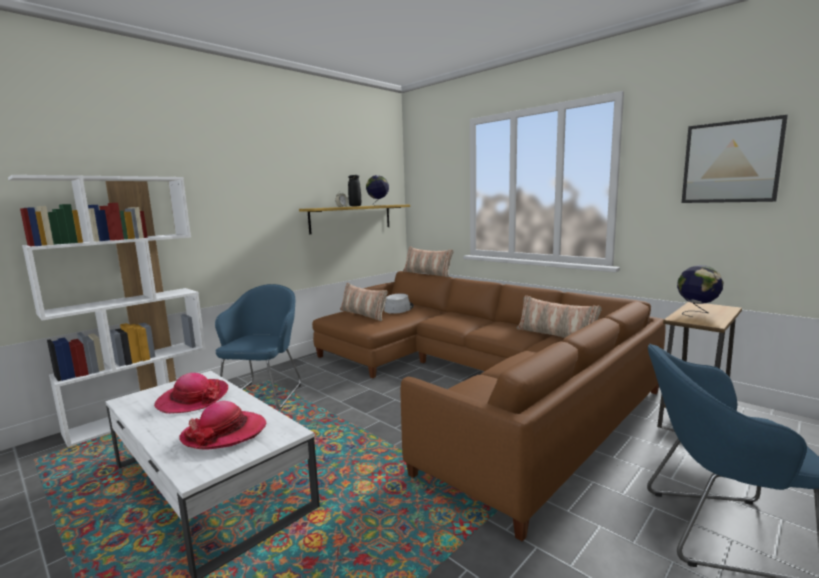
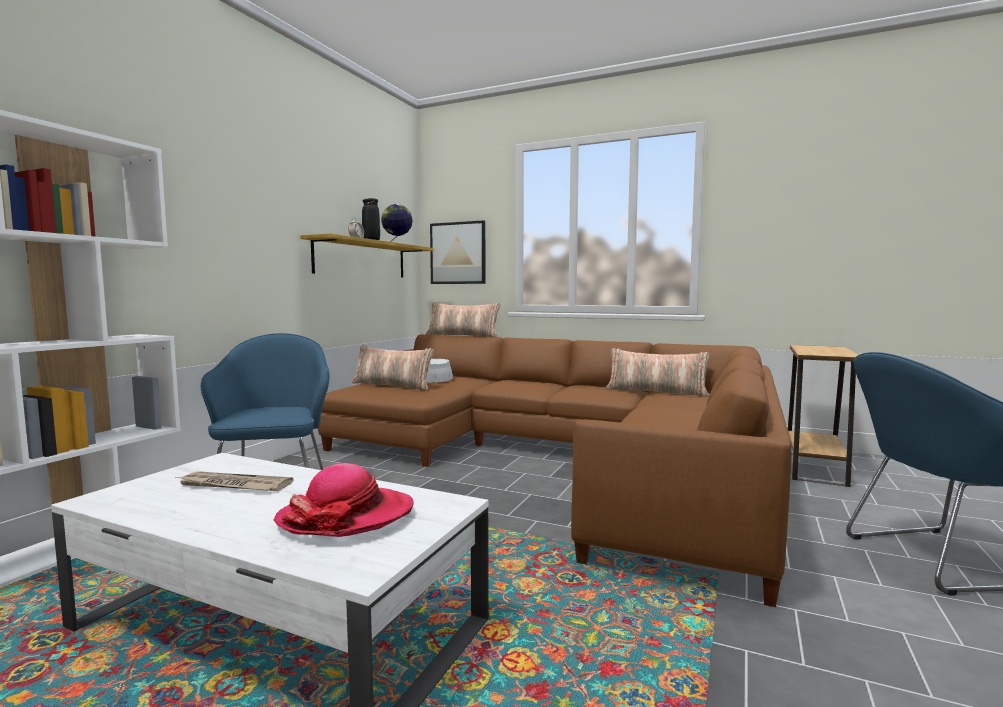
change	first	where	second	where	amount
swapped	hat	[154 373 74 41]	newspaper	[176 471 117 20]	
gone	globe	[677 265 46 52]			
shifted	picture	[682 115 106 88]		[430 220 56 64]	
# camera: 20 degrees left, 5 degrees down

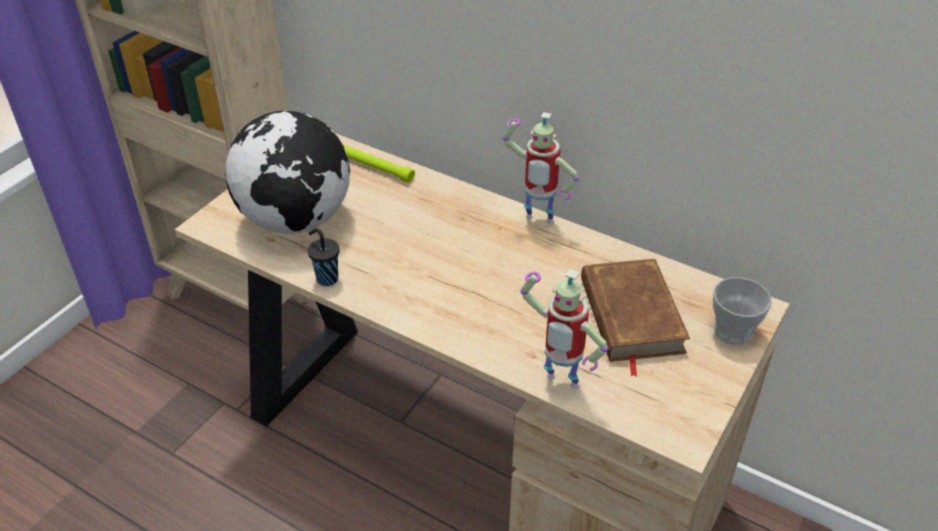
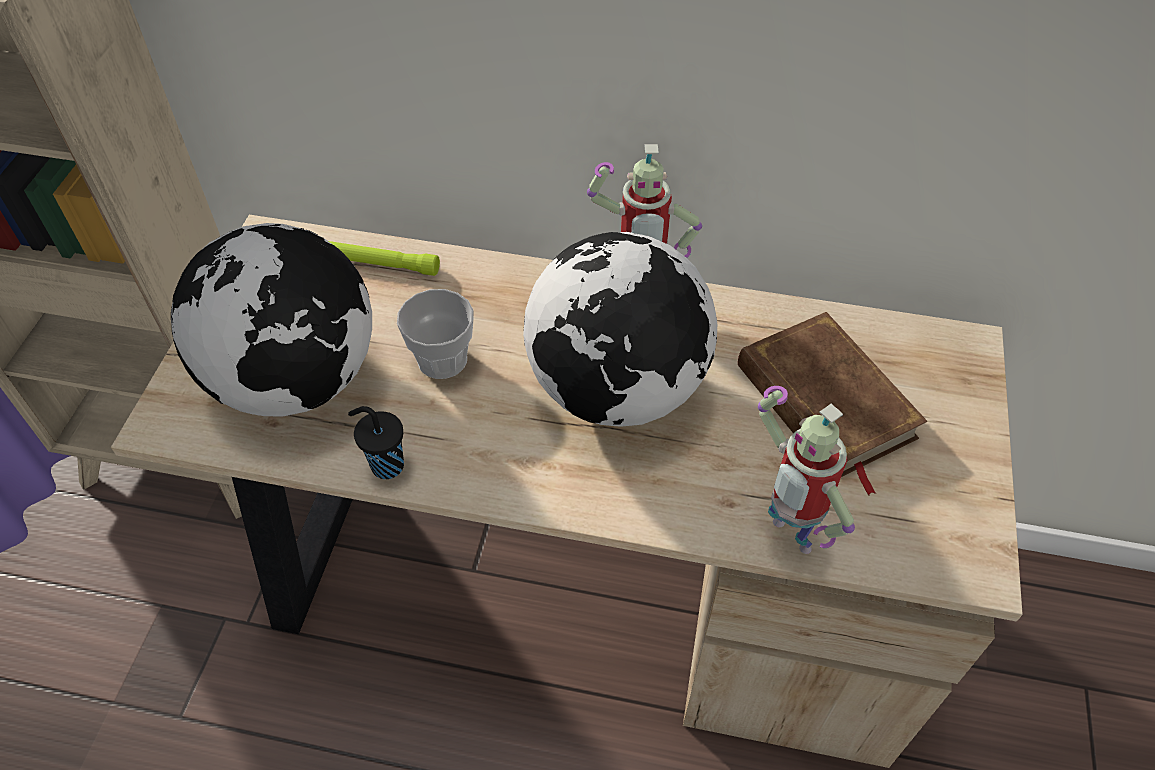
change	first	where	second	where	amount
rotated	toy robot	[520 269 88 120]		[758 386 97 168]	45 degrees clockwise
shifted	cup	[713 277 59 68]		[397 289 77 90]	
new			globe	[523 232 194 194]	
# camera: 20 degrees left, 10 degrees up

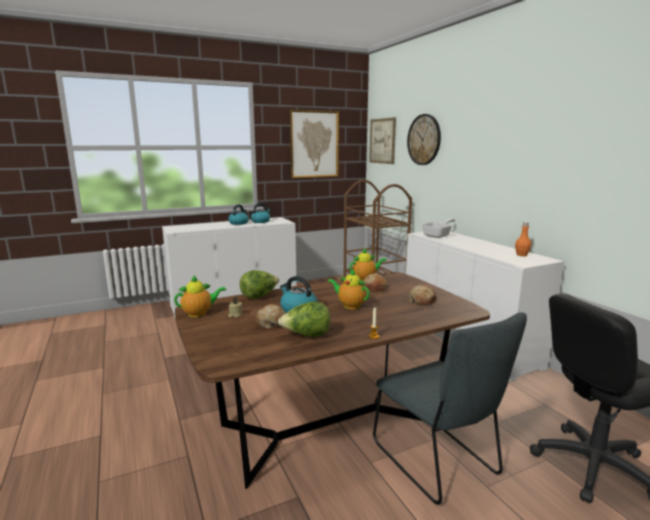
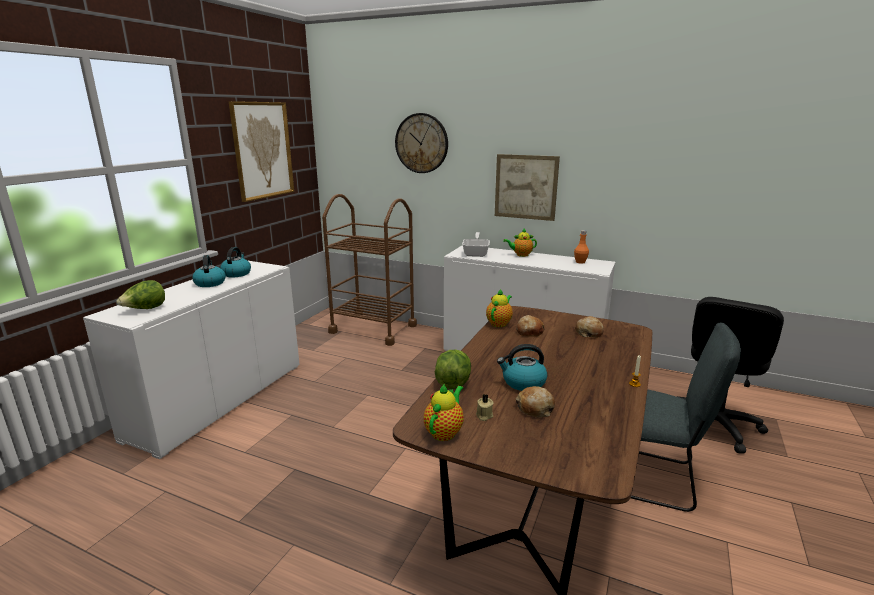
change	first	where	second	where	amount
shifted	lettuce	[278 302 52 35]		[116 280 49 29]	
shifted	teapot	[328 269 42 40]		[503 229 34 28]	
shifted	picture	[369 117 27 47]		[495 154 65 67]	
# camera: 40 degrees left, 5 degrees up

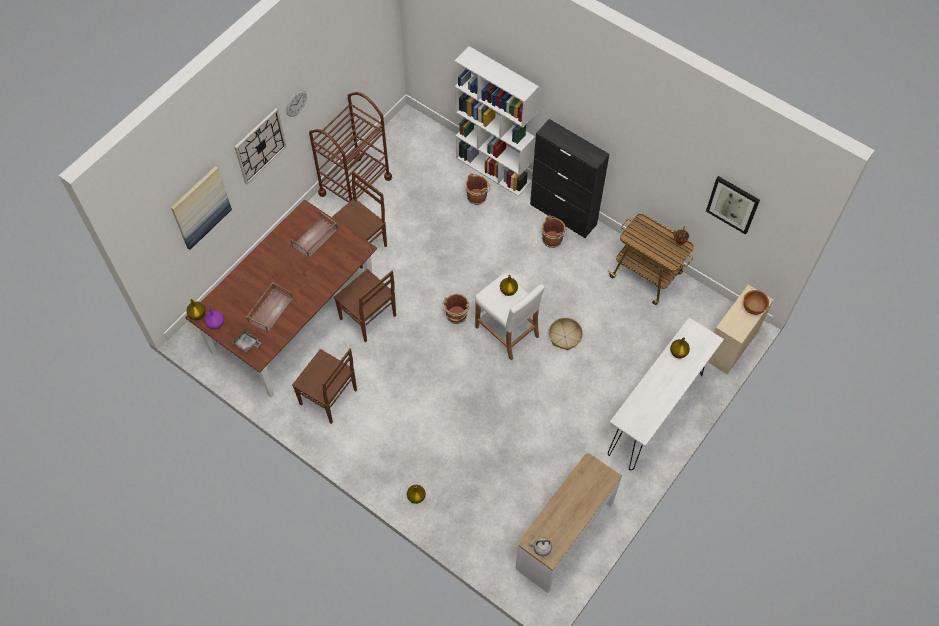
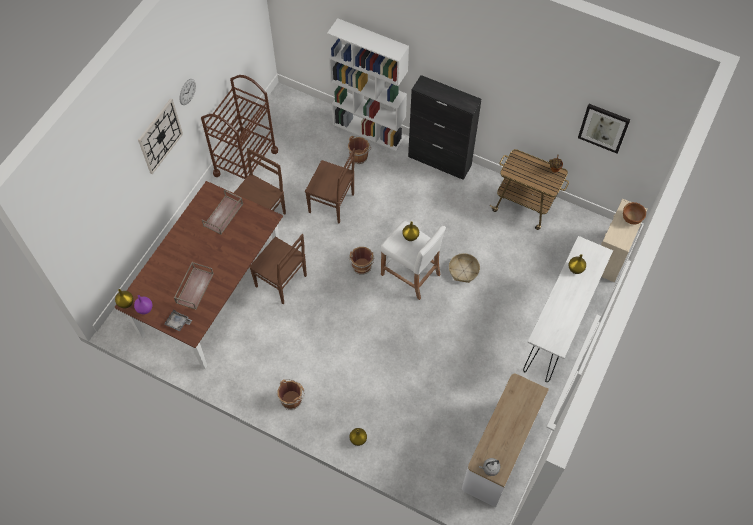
change	first	where	second	where	amount
gone	picture	[171 166 61 84]			
shifted	chair/brown	[292 348 65 76]		[305 148 50 75]	
shifted	bucket/brown	[541 215 26 33]		[277 379 28 31]	
# camera: 10 degrees left, 0 degrees up

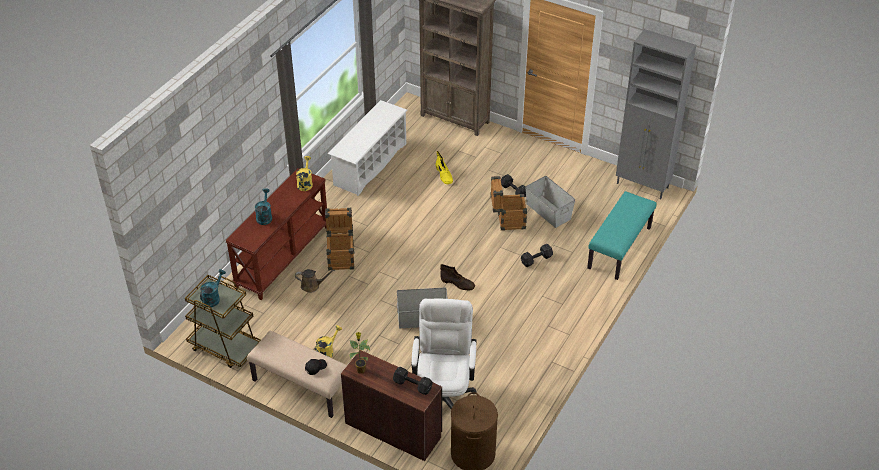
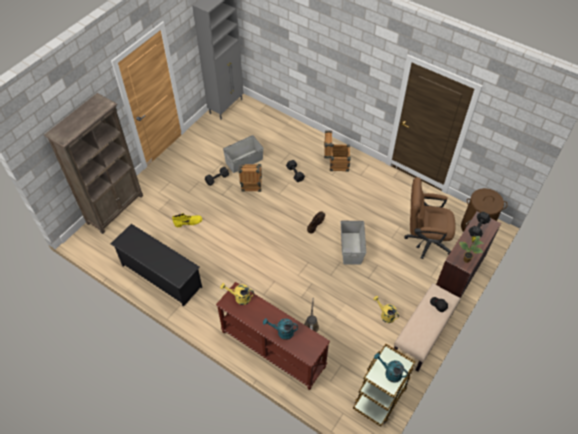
change	first	where	second	where	amount
shifted	crate	[325 208 30 62]		[324 130 27 42]	
repainted	shoe rack/white	[328 100 79 96]	shoe rack/black	[111 224 91 83]	
repainted	office chair/white	[412 299 65 110]	office chair/brown	[404 177 52 82]	
gone	bench/turquoise	[587 191 69 89]			
# camera: 85 degrees left, 10 degrees up

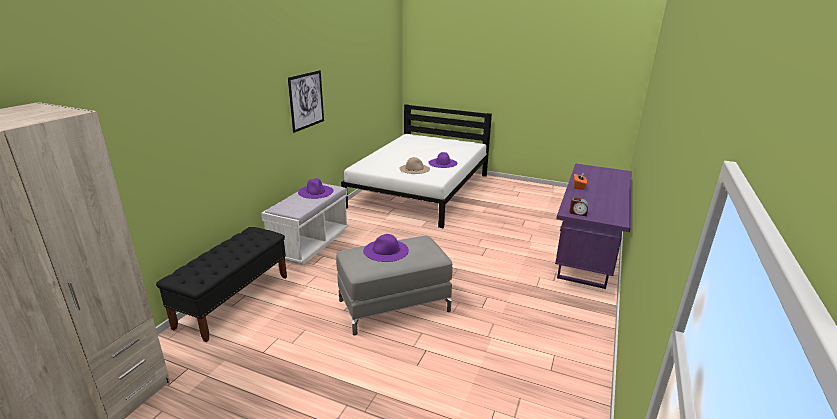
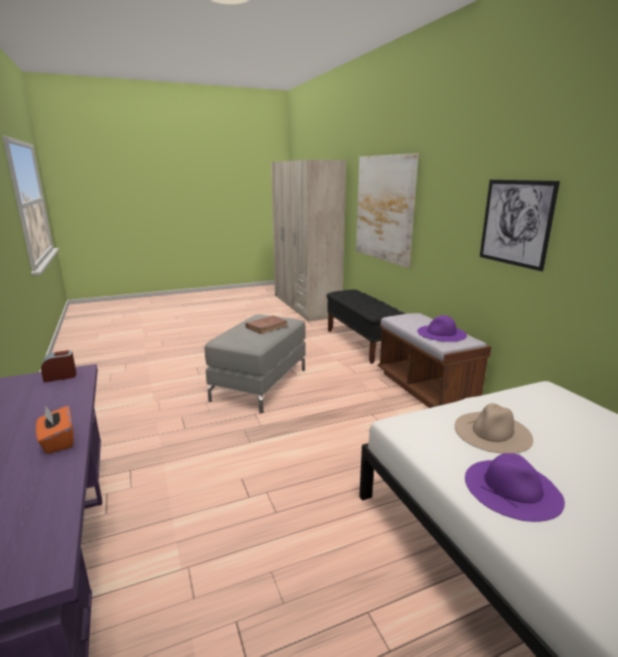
change	first	where	second	where	amount
repainted	bench/white	[261 183 88 82]	bench/brown	[378 313 113 95]	
swapped	hat/purple	[363 234 46 28]	book/brown	[245 316 44 18]	
new			picture	[356 153 63 115]	
# camera: 135 degrees right, 5 degrees down

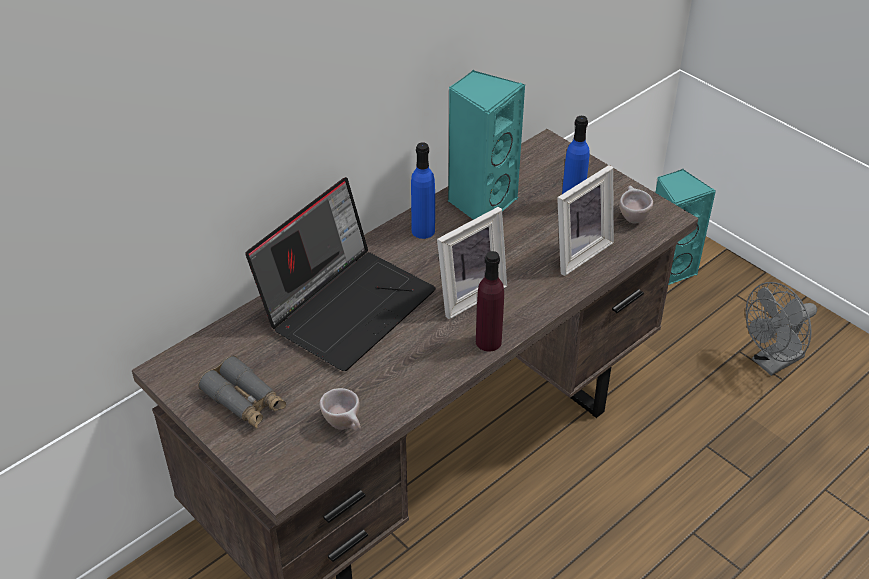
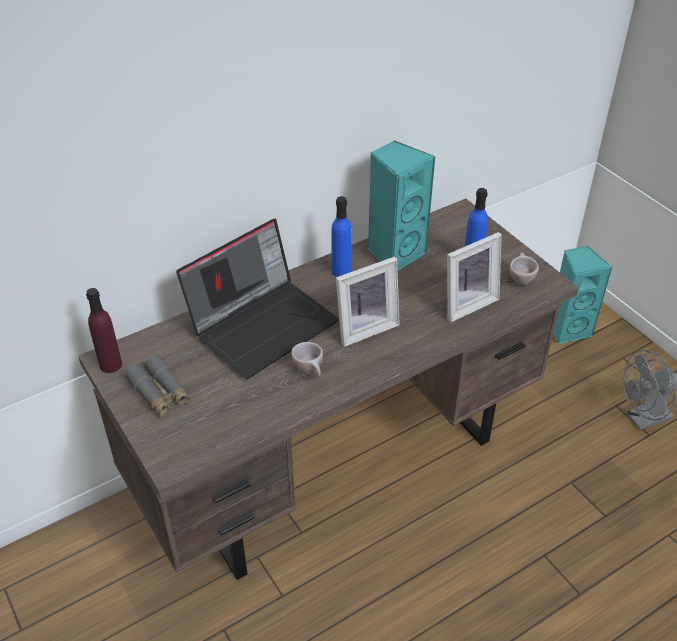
change	first	where	second	where	amount
shifted	cup/beige	[320 388 41 43]		[291 342 32 34]	
shifted	bottle/purple	[476 251 28 101]		[86 288 36 85]	
# camera: 10 degrees right, 0 degrees up

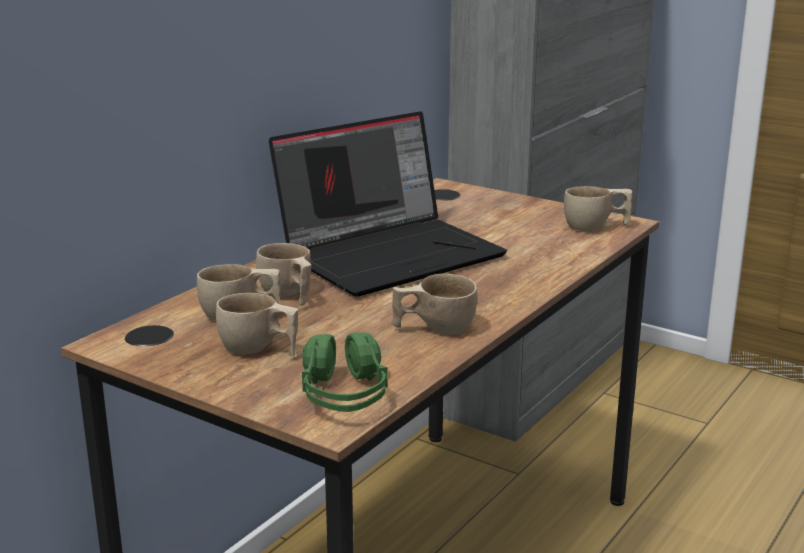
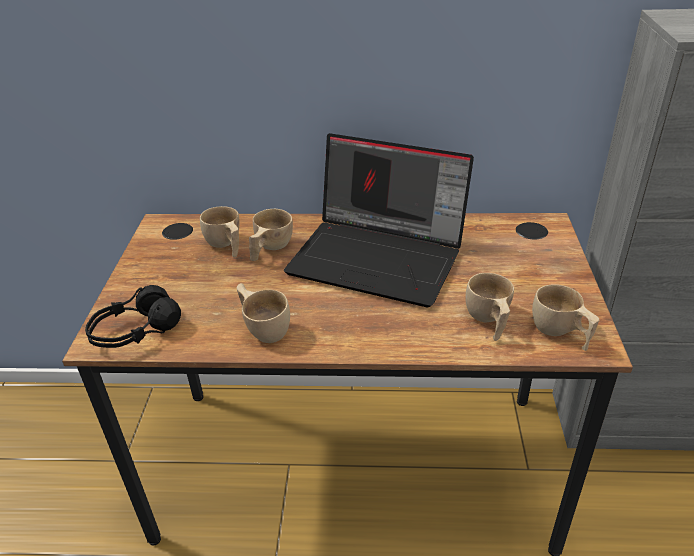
change	first	where	second	where	amount
shifted	cup/beige	[216 293 82 63]		[465 273 49 68]	
repainted	headphones/green	[302 332 85 80]	headphones/black	[85 285 96 63]	
# camera: 60 degrees right, 15 degrees up

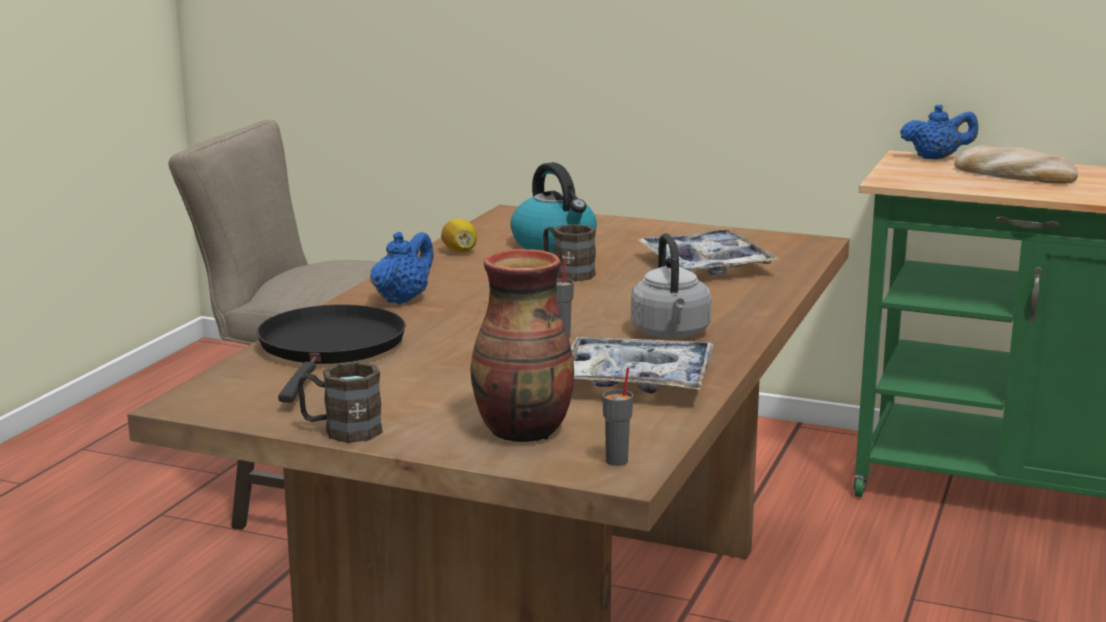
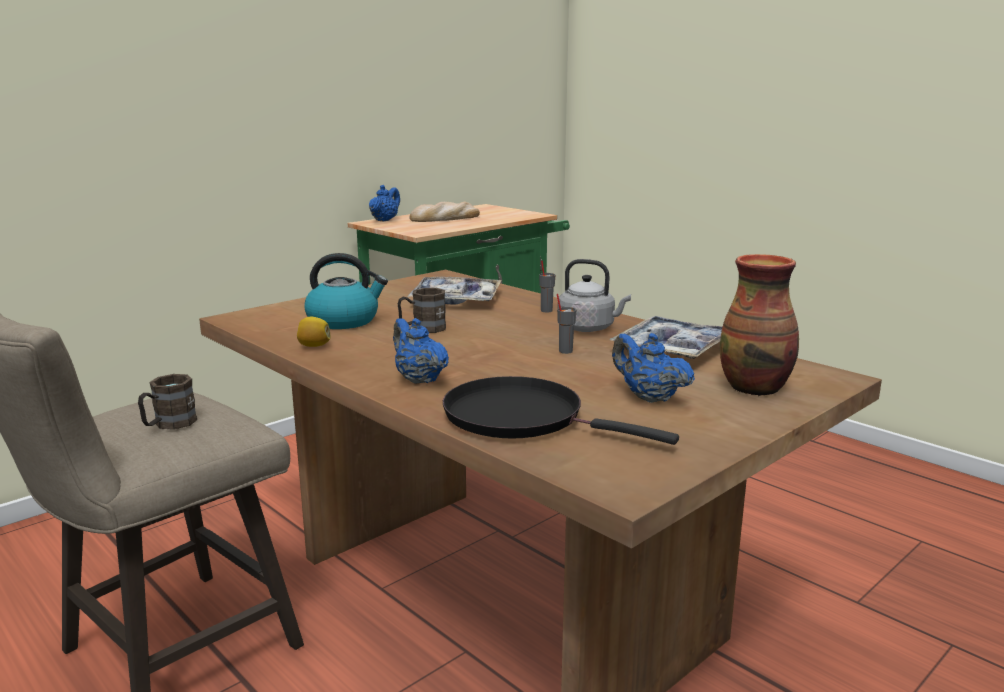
change	first	where	second	where	amount
shifted	mug/brown	[298 361 85 82]		[138 374 59 56]	
shifted	cup/grey	[602 367 31 99]		[539 261 16 51]	
new			teapot/blue	[612 333 83 70]	
# camera: 65 degrees left, 0 degrees up

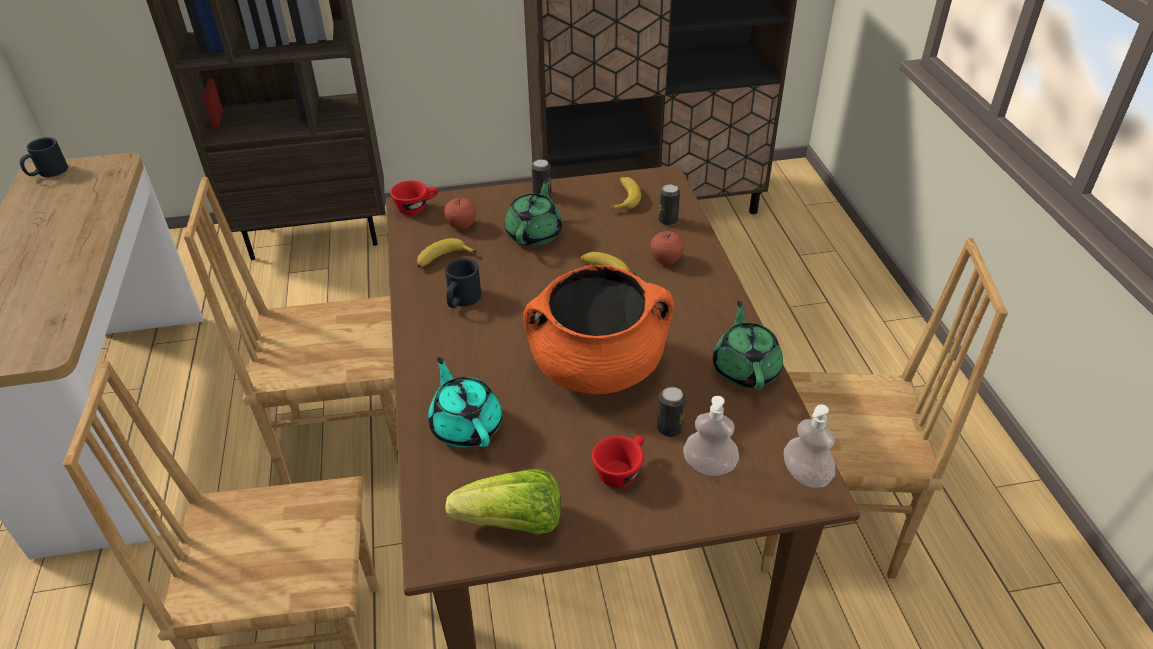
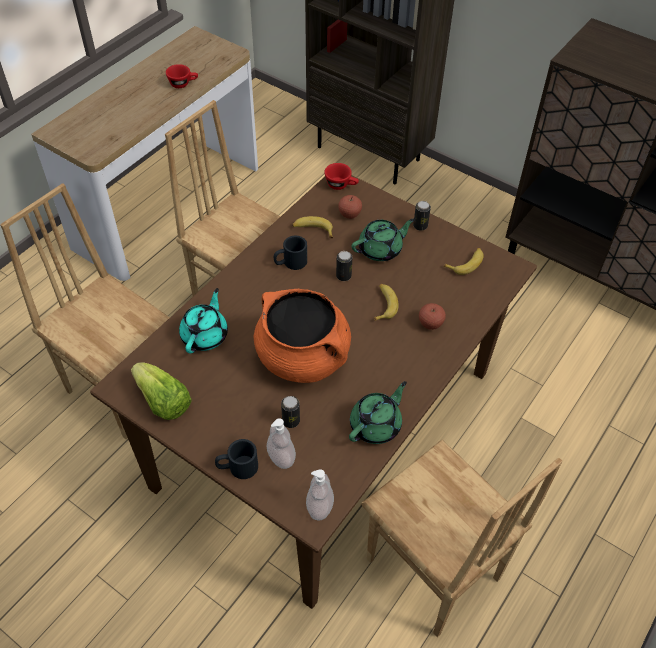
change	first	where	second	where	amount
shifted	mug/black	[20 137 48 40]		[215 439 43 40]	
shifted	cup/red	[592 435 52 53]		[166 64 32 24]	
shifted	can	[659 184 21 42]		[336 251 16 30]	
# camera: 45 degrees right, 10 degrees up

